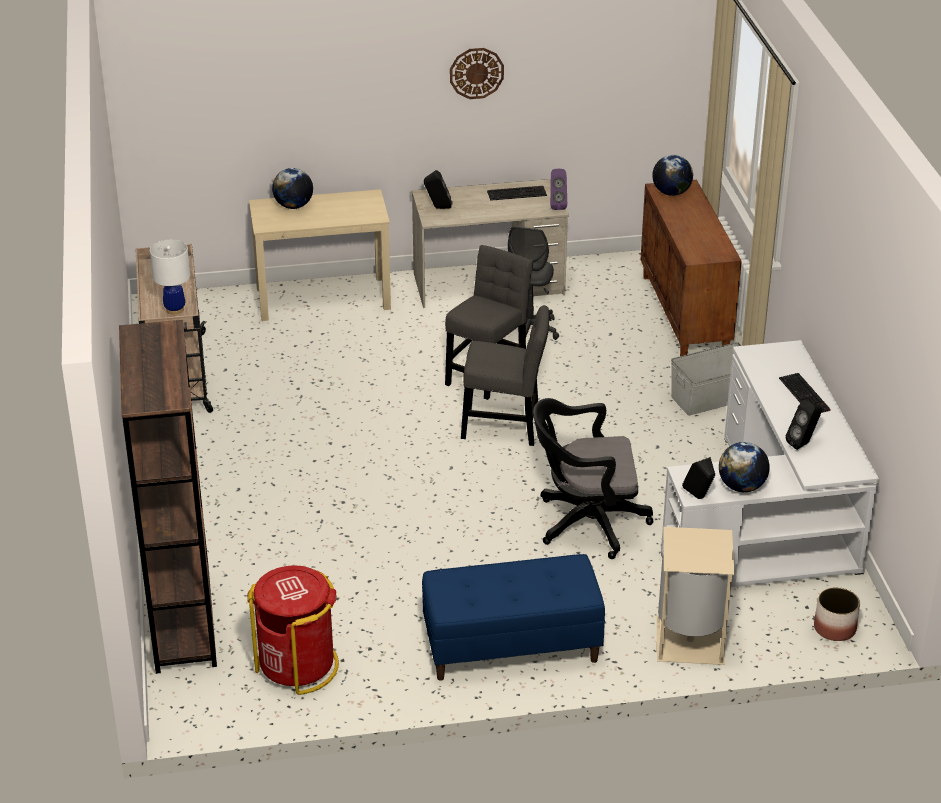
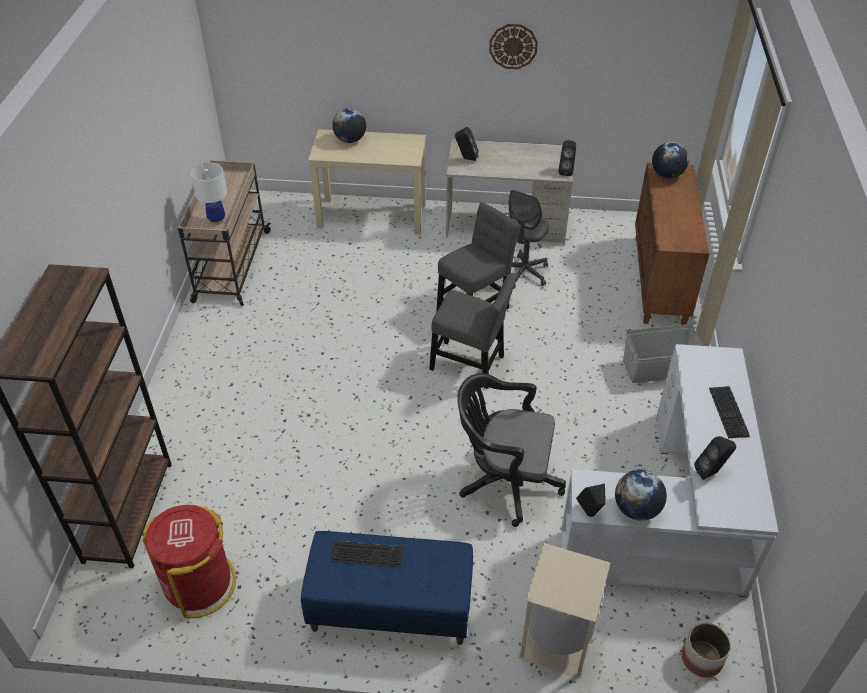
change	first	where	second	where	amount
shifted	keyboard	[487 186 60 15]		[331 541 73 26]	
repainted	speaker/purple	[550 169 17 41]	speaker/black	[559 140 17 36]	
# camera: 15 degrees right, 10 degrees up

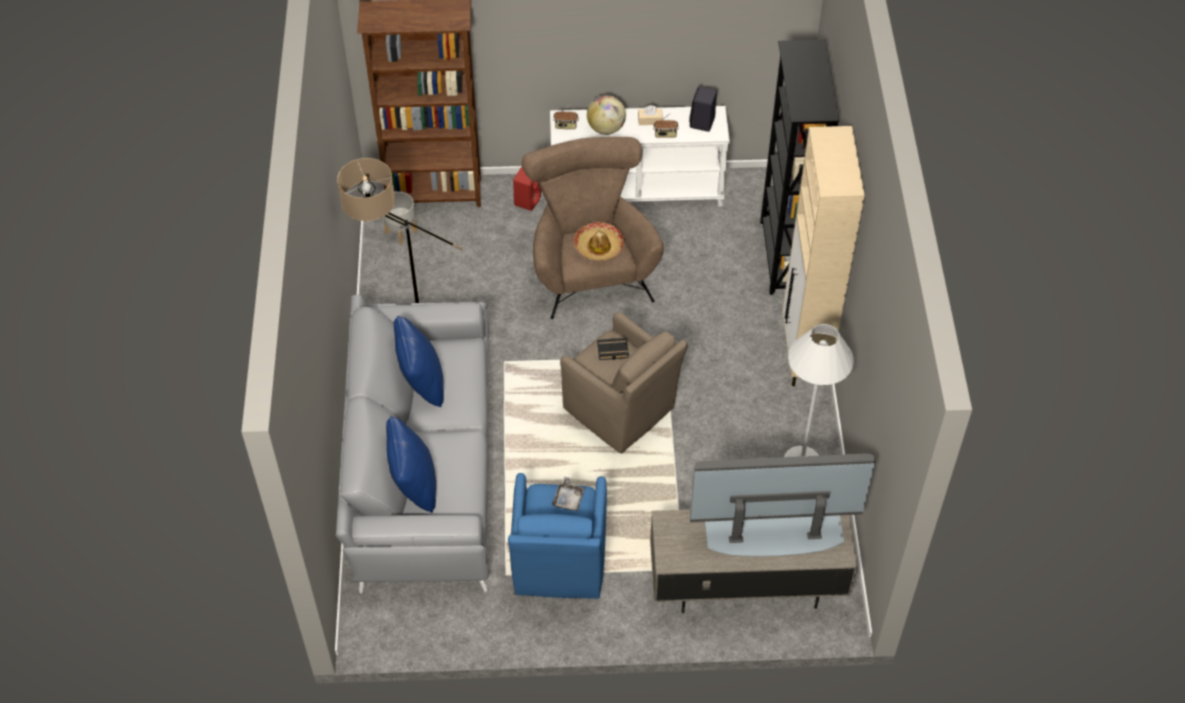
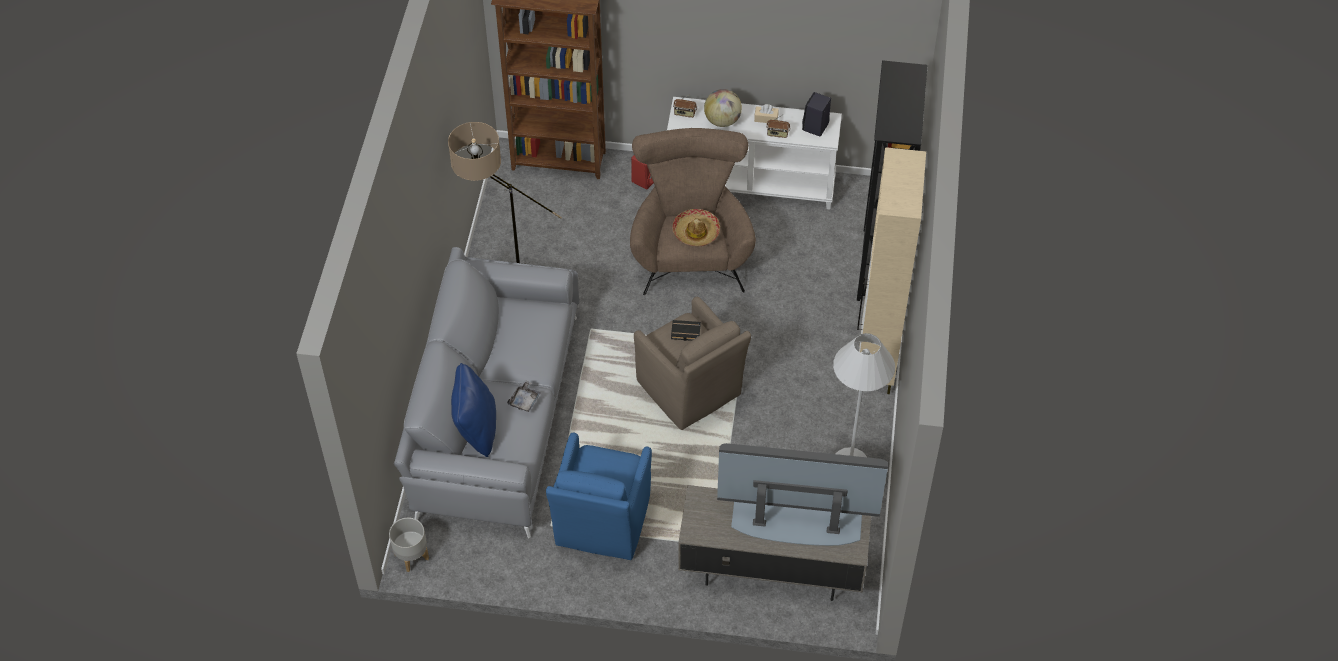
change	first	where	second	where	amount
shifted	planter/grey	[384 192 33 52]		[389 518 40 54]	
gone	pillow/blue	[394 316 50 91]			
shifted	tray/grey	[552 476 33 35]		[507 380 34 32]	
# camera: 10 degrees right, 0 degrees up

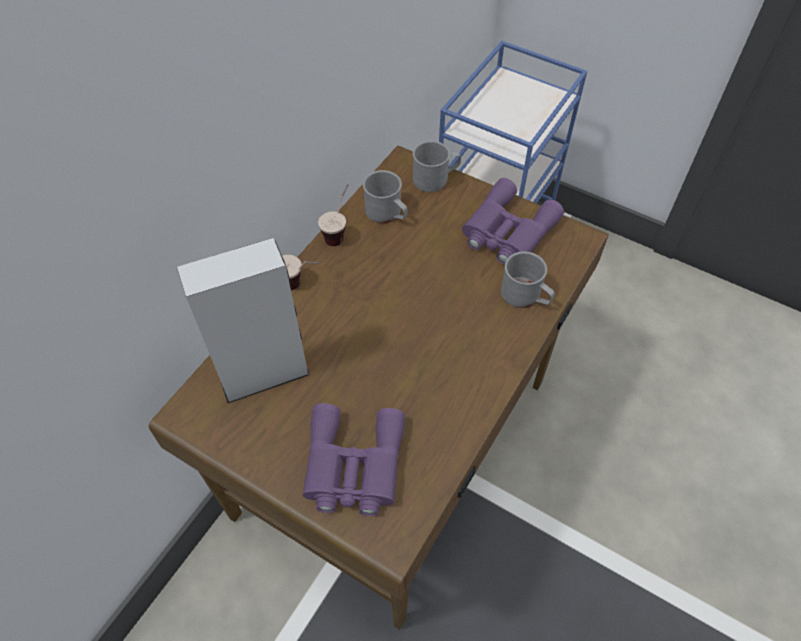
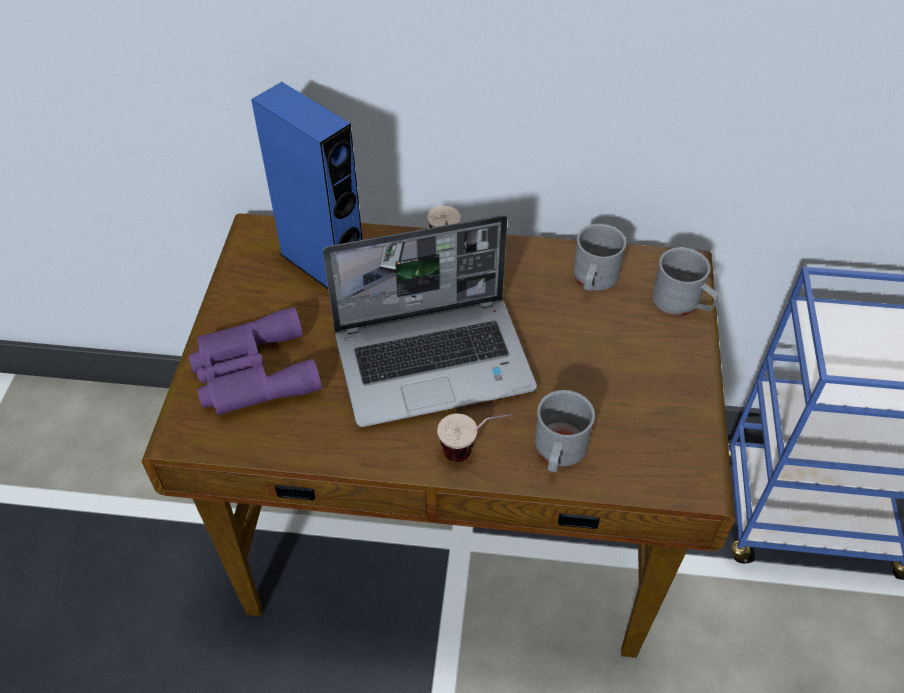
change	first	where	second	where	amount
repainted	speaker/grey	[177 238 133 165]	speaker/blue	[251 82 111 207]	
shifted	cup	[318 184 31 62]		[437 413 75 49]	
gone	binoculars/purple	[462 178 102 87]			
new			laptop	[323 215 214 212]	
# camera: 65 degrees right, 5 degrees down

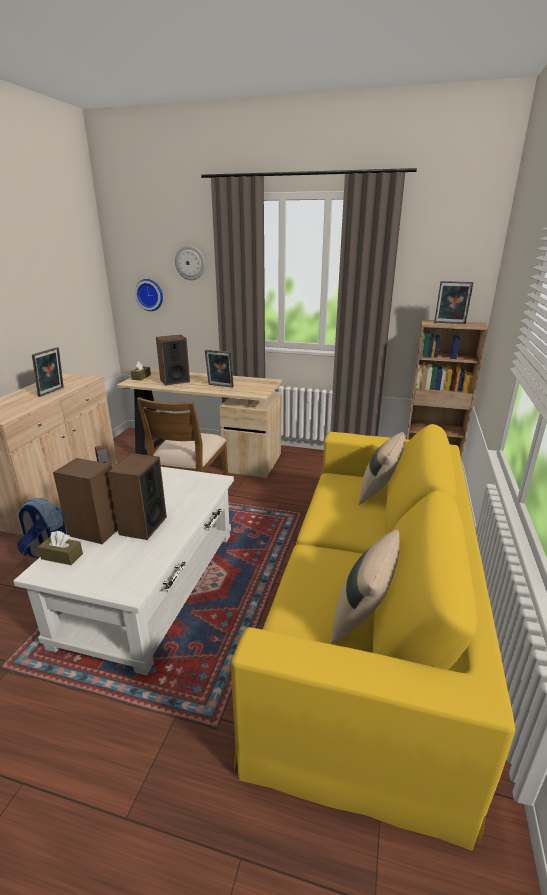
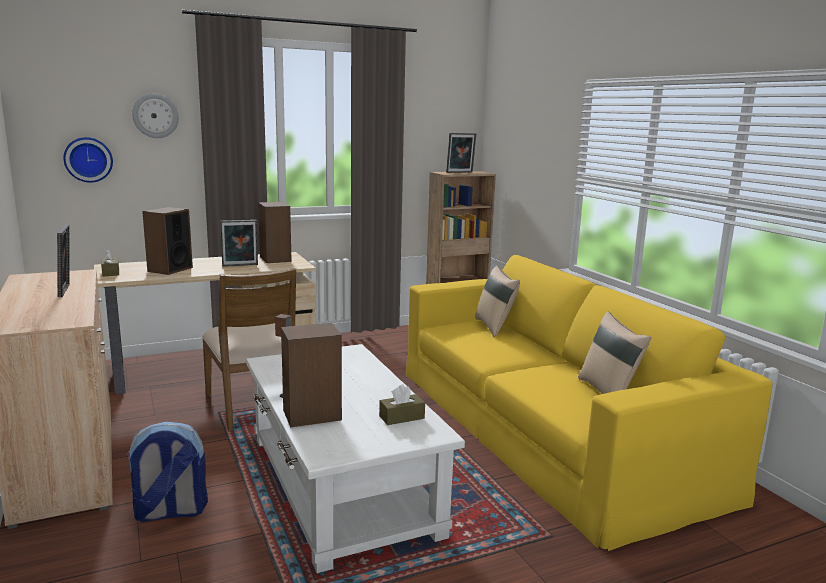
change	first	where	second	where	amount
shifted	tissue box/brown	[38 531 45 34]		[379 384 46 41]	
shifted	speaker	[108 453 59 87]		[258 202 34 61]	
# camera: 40 degrees left, 10 degrees down

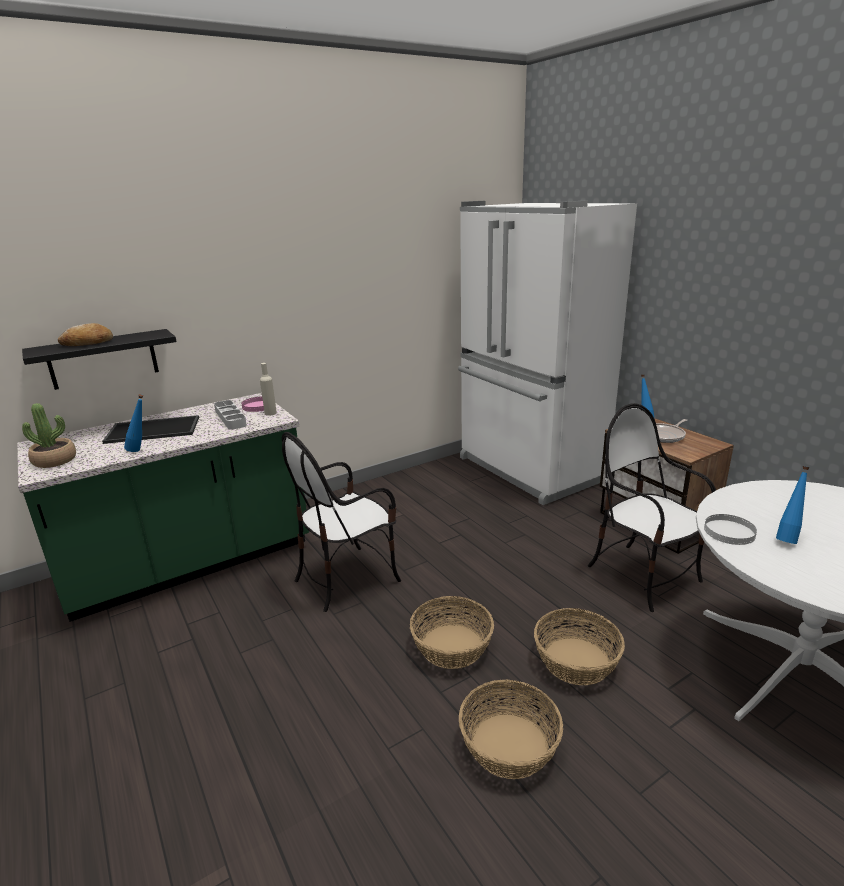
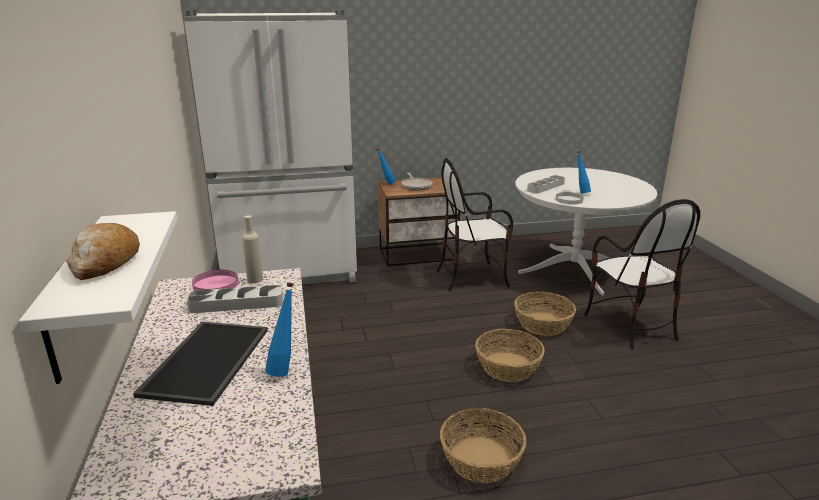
change	first	where	second	where	amount
repainted	shelf/black	[22 329 155 61]	shelf/white	[19 211 158 173]	
gone	potted plant	[22 403 54 65]			
shifted	chair	[282 432 119 180]		[584 199 116 150]	
shifted	basket	[459 680 104 99]		[440 408 86 75]	
new			tray/grey	[527 175 38 18]	
# camera: 70 degrees left, 0 degrees up

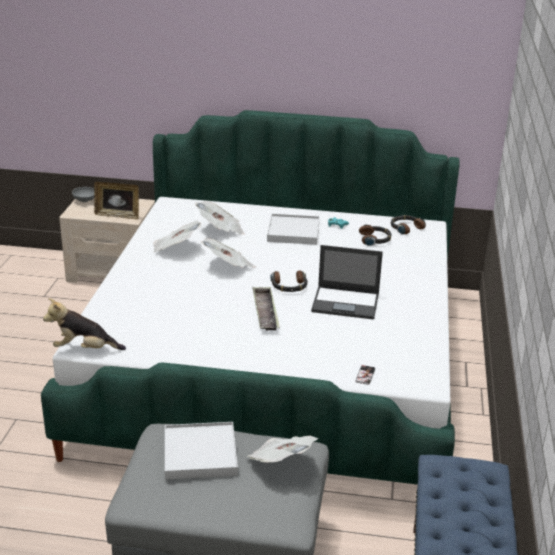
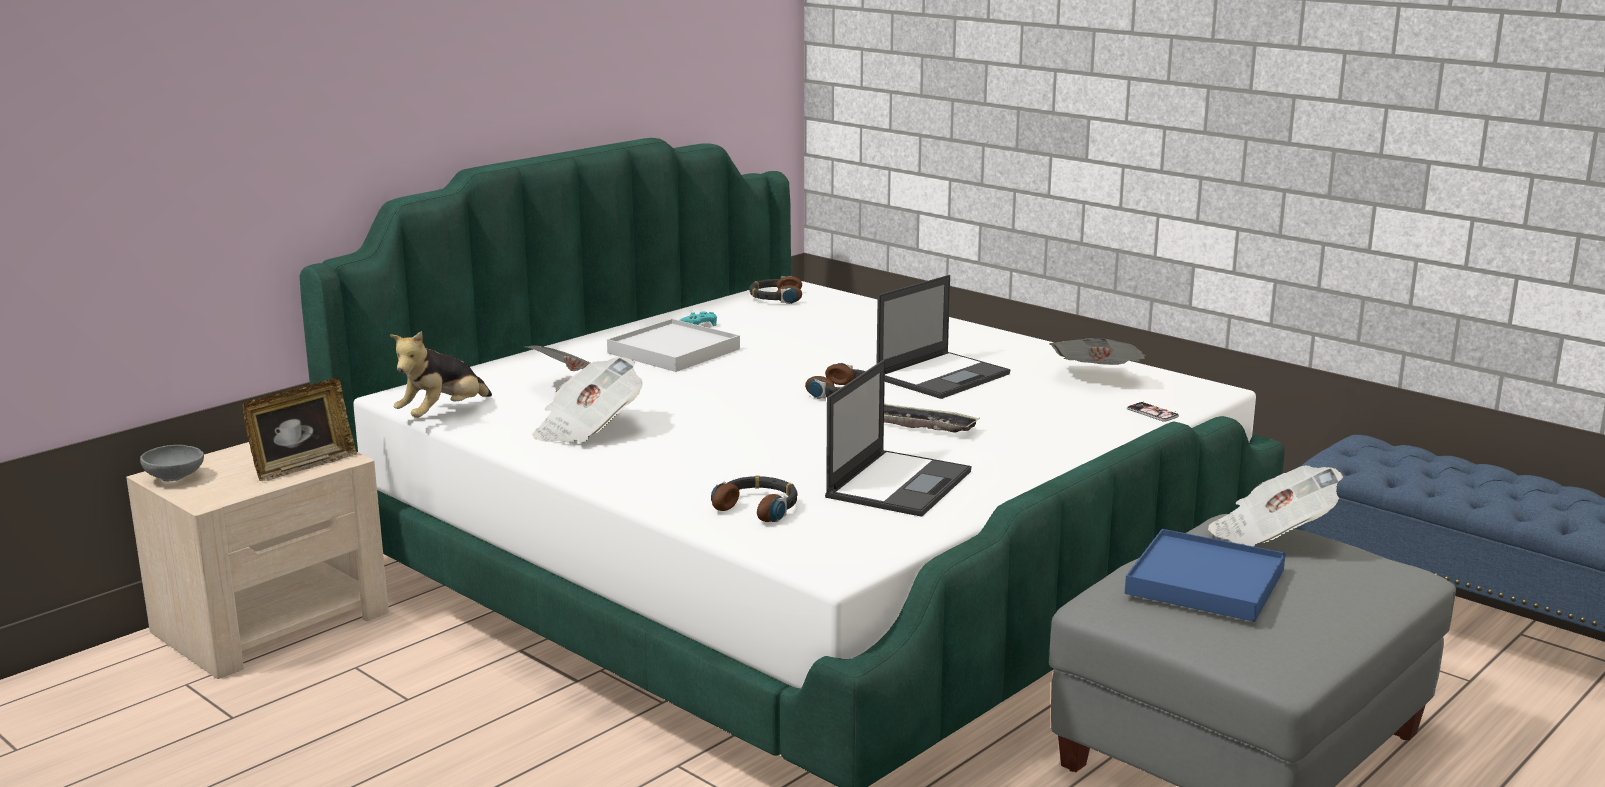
change	first	where	second	where	amount
shifted	plush toy	[43 298 83 52]		[390 331 102 87]	
repainted	tray/white	[165 422 73 58]	tray/blue	[1125 529 161 93]	
shifted	newspaper	[201 239 55 29]		[1049 339 98 26]	
shifted	headphones	[359 224 32 22]		[711 475 87 47]	
new			laptop	[825 360 146 157]	
# camera: 55 degrees left, 10 degrees down

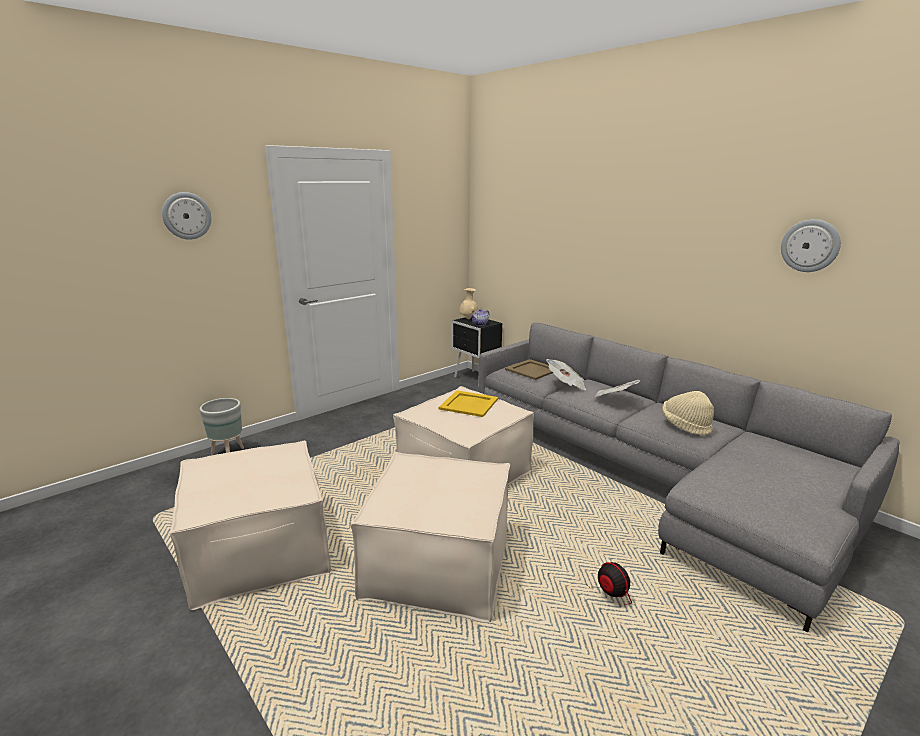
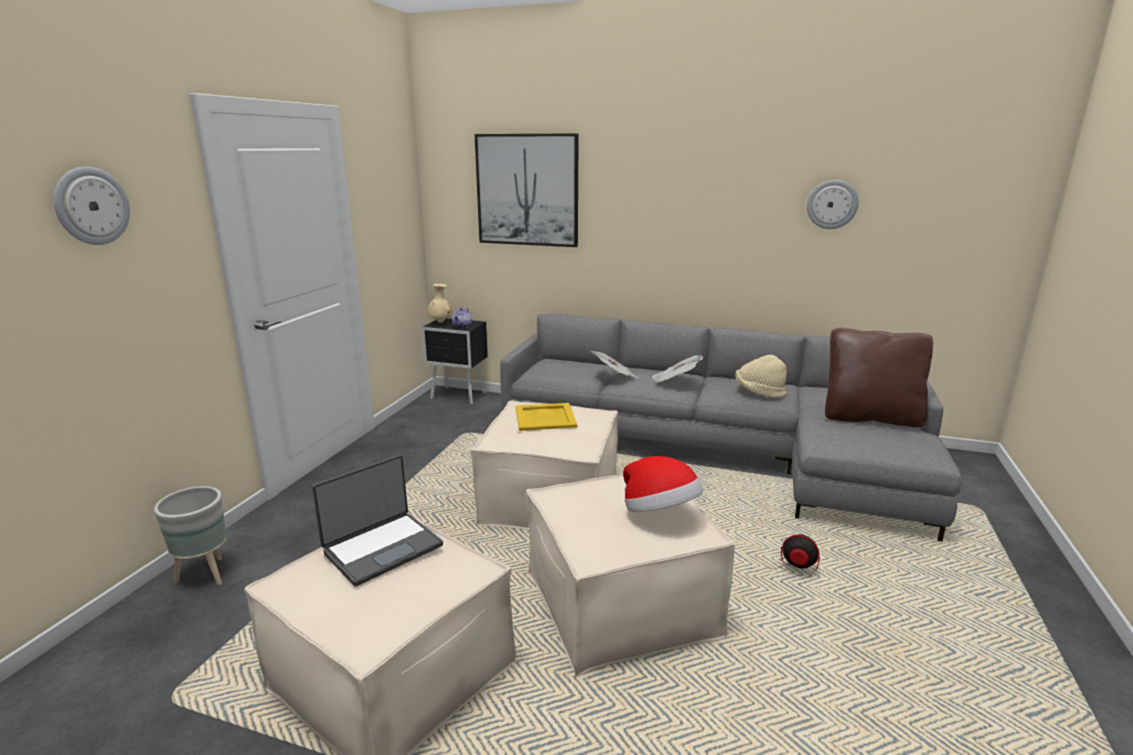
change	first	where	second	where	amount
gone	tray/beige	[505 359 48 21]			
new			laptop	[312 455 131 132]	
new			picture	[474 133 105 114]	
new			hat	[623 456 80 56]	
new			pillow/brown	[825 328 108 99]	
# camera: 30 degrees left, 0 degrees up

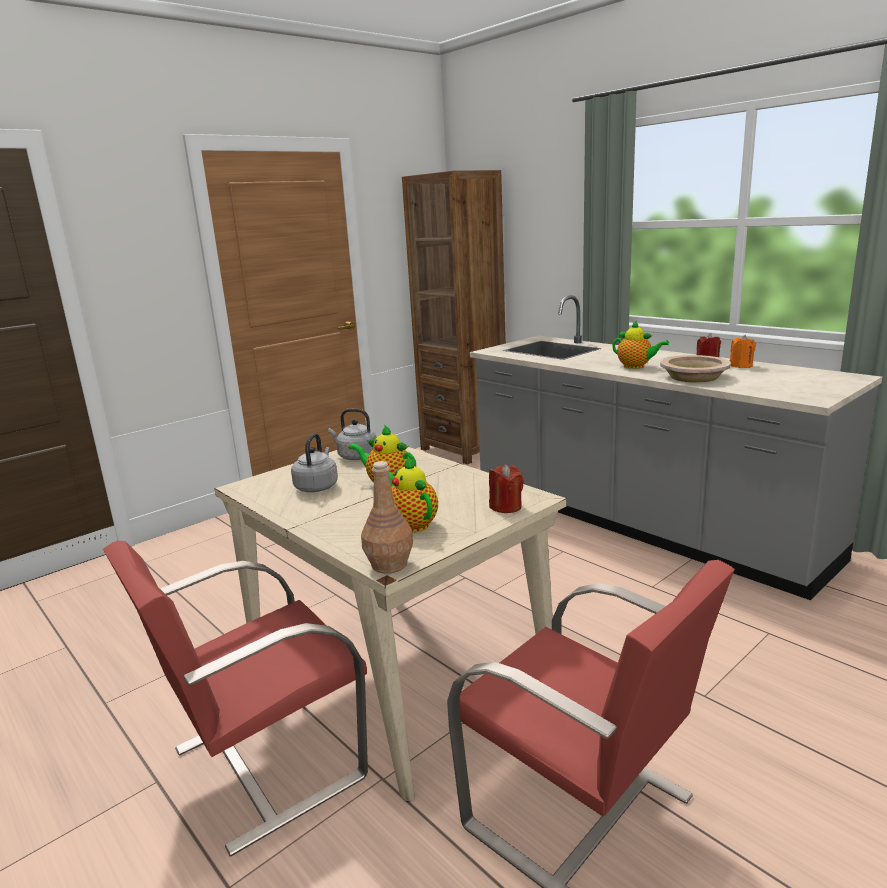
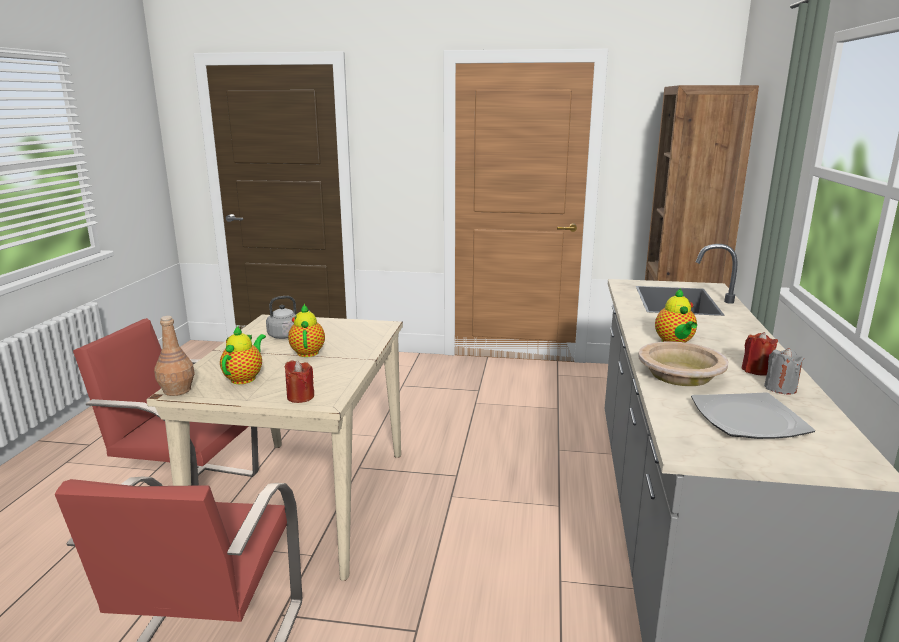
change	first	where	second	where	amount
gone	kettle/grey	[328 409 48 51]			
repainted	candle/orange	[730 335 26 33]	candle/grey	[764 348 40 47]	
new			plate	[691 392 124 47]	
# camera: 50 degrees right, 0 degrees up

